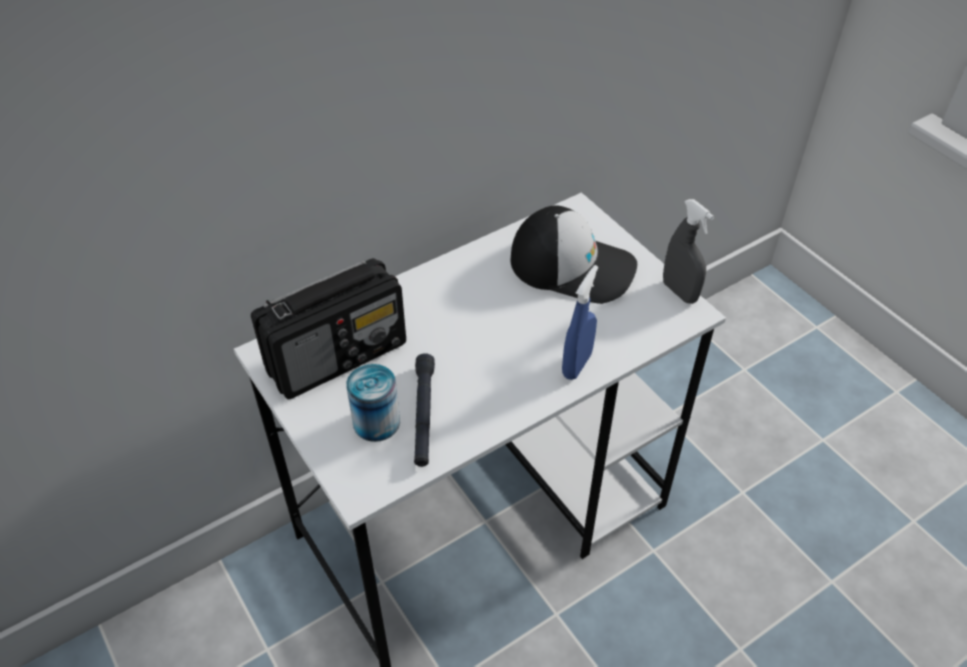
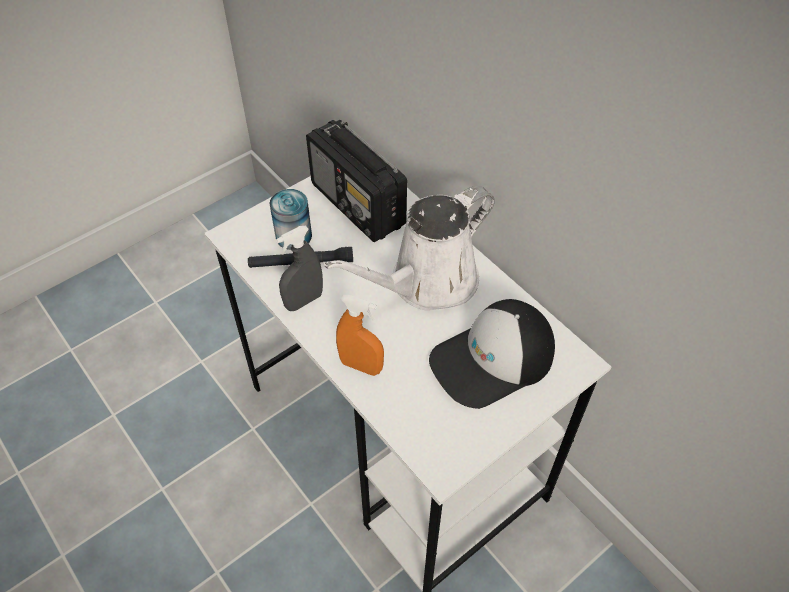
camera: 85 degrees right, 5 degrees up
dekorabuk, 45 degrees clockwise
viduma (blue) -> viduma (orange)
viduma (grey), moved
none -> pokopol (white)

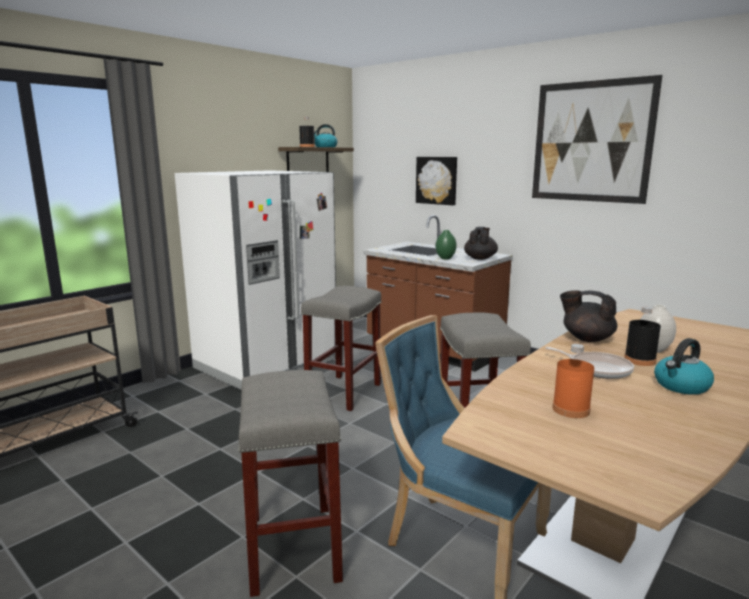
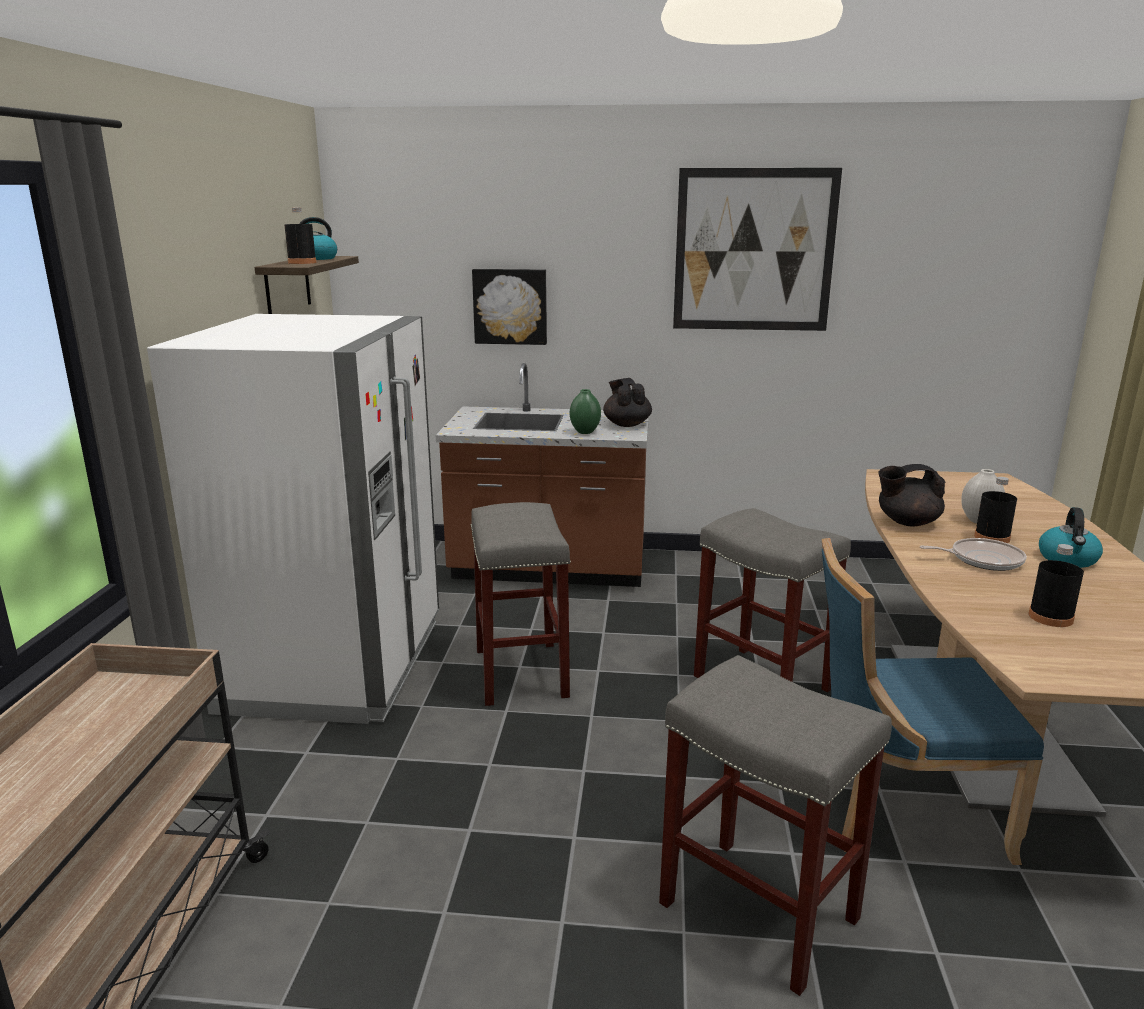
camera: 35 degrees left, 5 degrees up
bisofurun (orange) -> bisofurun (black) (3rd from left)

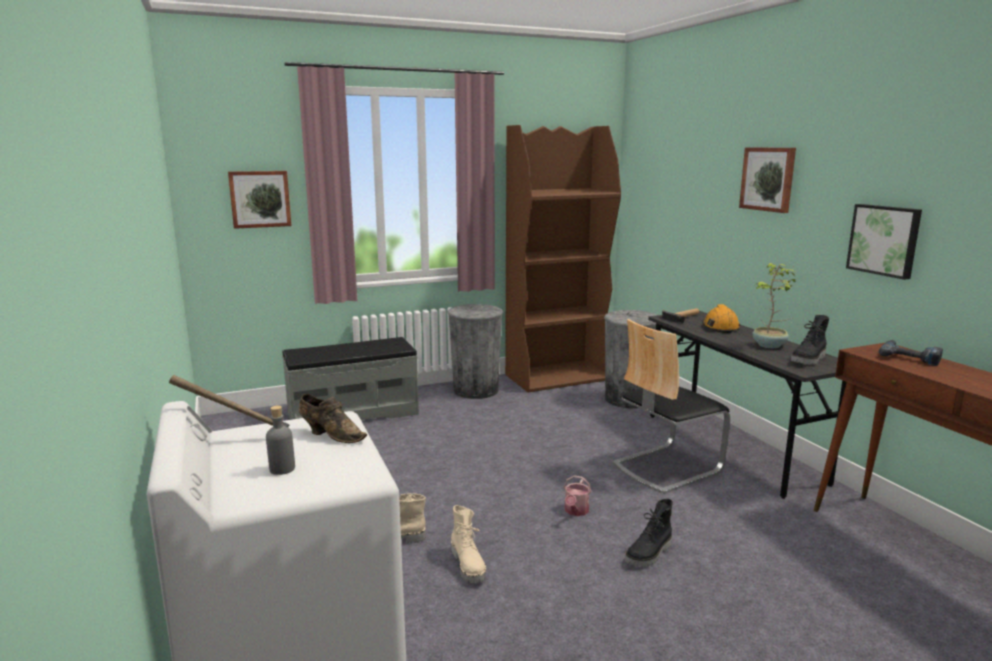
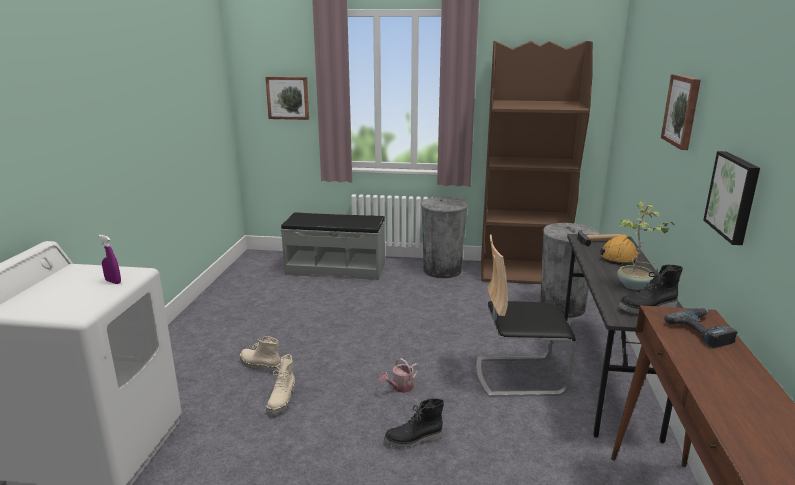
camera: 30 degrees right, 5 degrees up
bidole (1st from left) -> none
bisofurun (grey) -> none
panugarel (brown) -> viduma (purple)

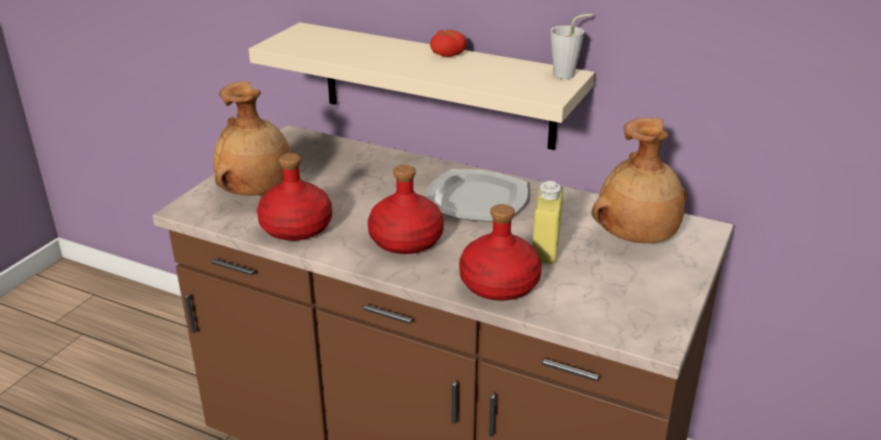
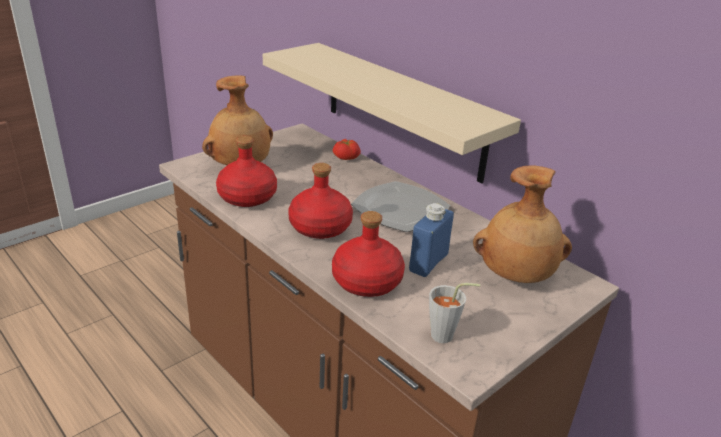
camera: 20 degrees right, 0 degrees up
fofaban, moved
bisofurun (yellow) -> bisofurun (blue)
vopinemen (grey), moved

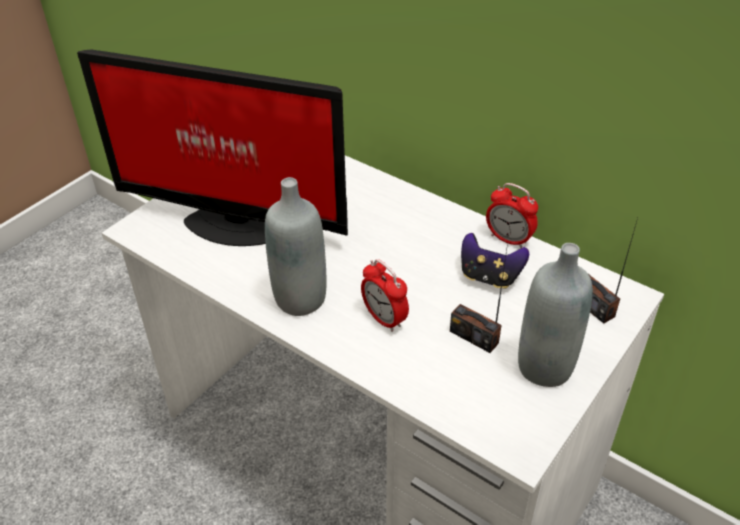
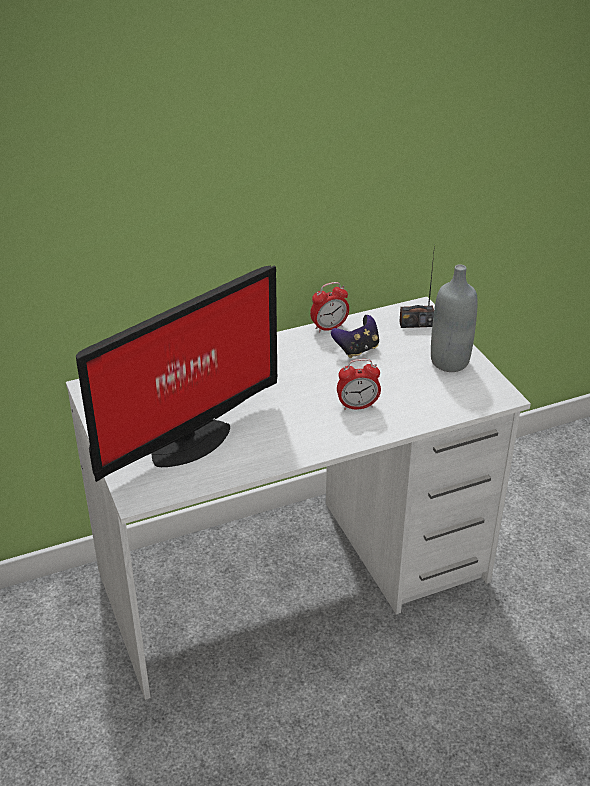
camera: 60 degrees left, 5 degrees down
bisofurun (grey) (1st from left) -> none
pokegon (1st from left) -> none

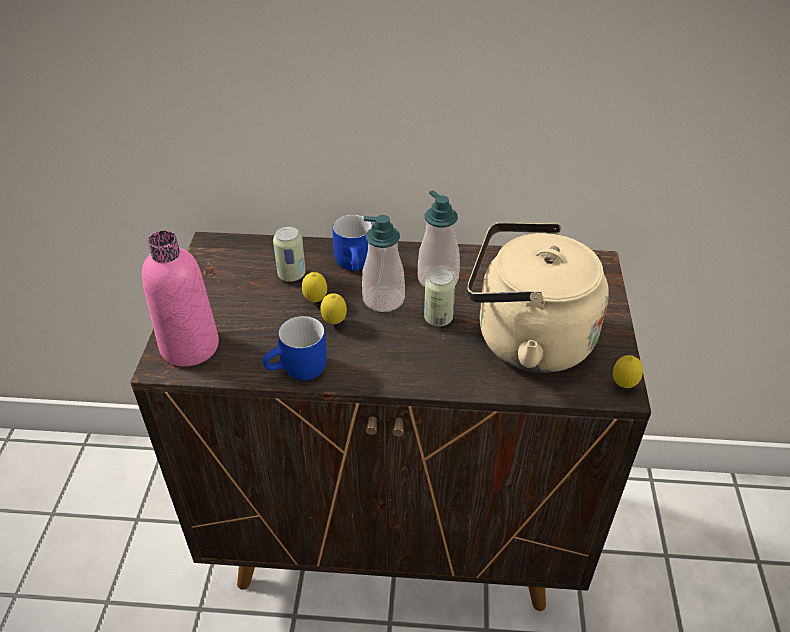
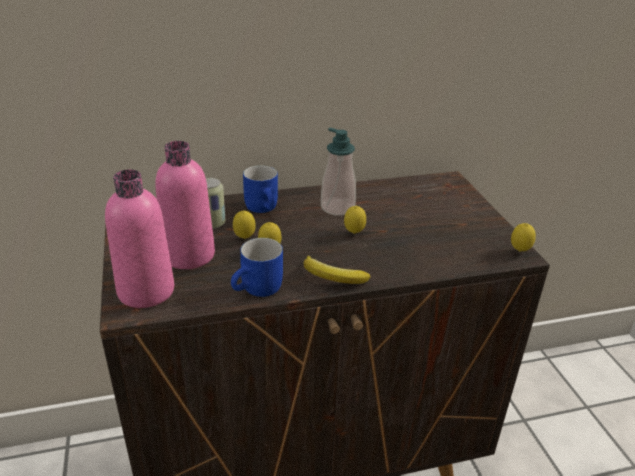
camera: 20 degrees left, 10 degrees down
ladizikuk (1st from left) -> none
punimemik (2nd from left) -> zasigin (3rd from left)
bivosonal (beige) -> none
none -> bisofurun (pink) (2nd from left)
none -> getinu

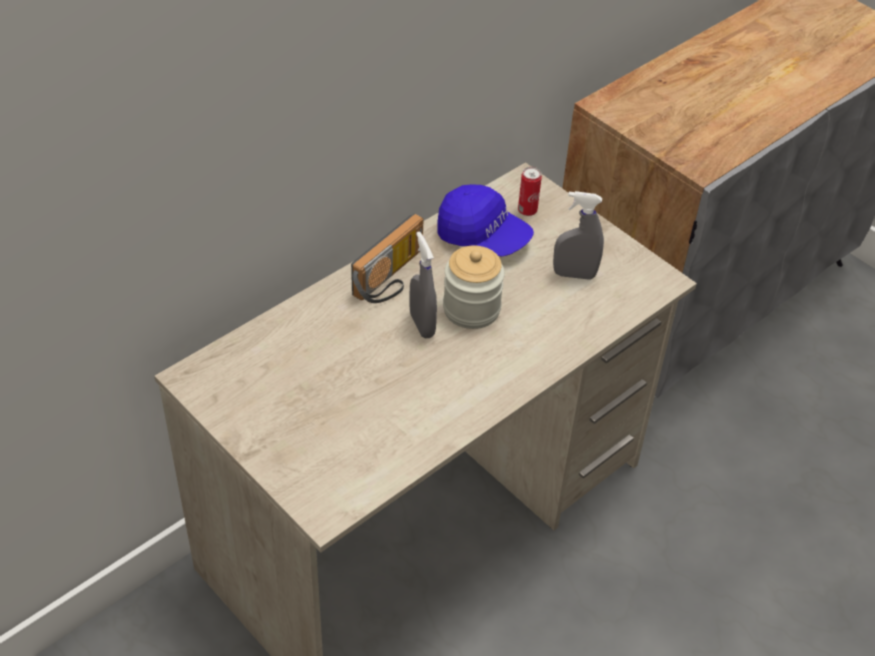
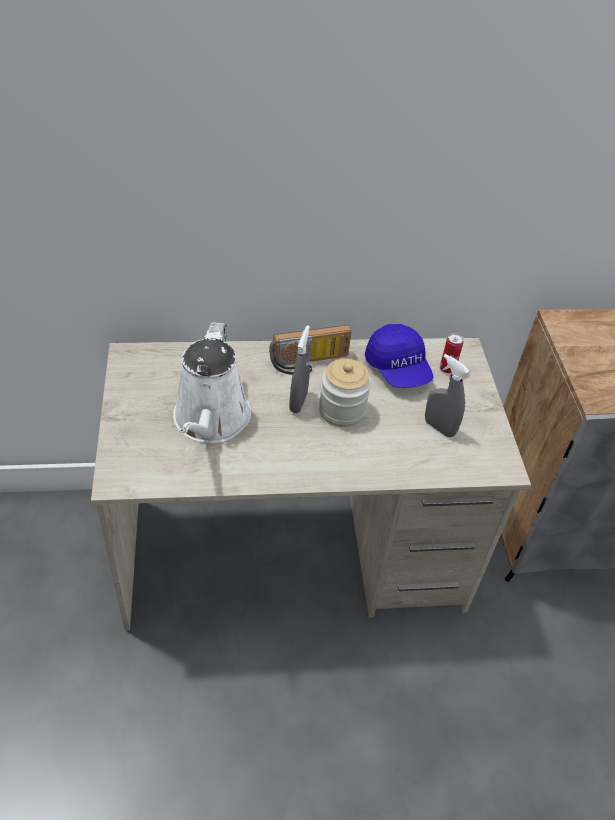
camera: 35 degrees right, 0 degrees up
none -> pokopol (white)

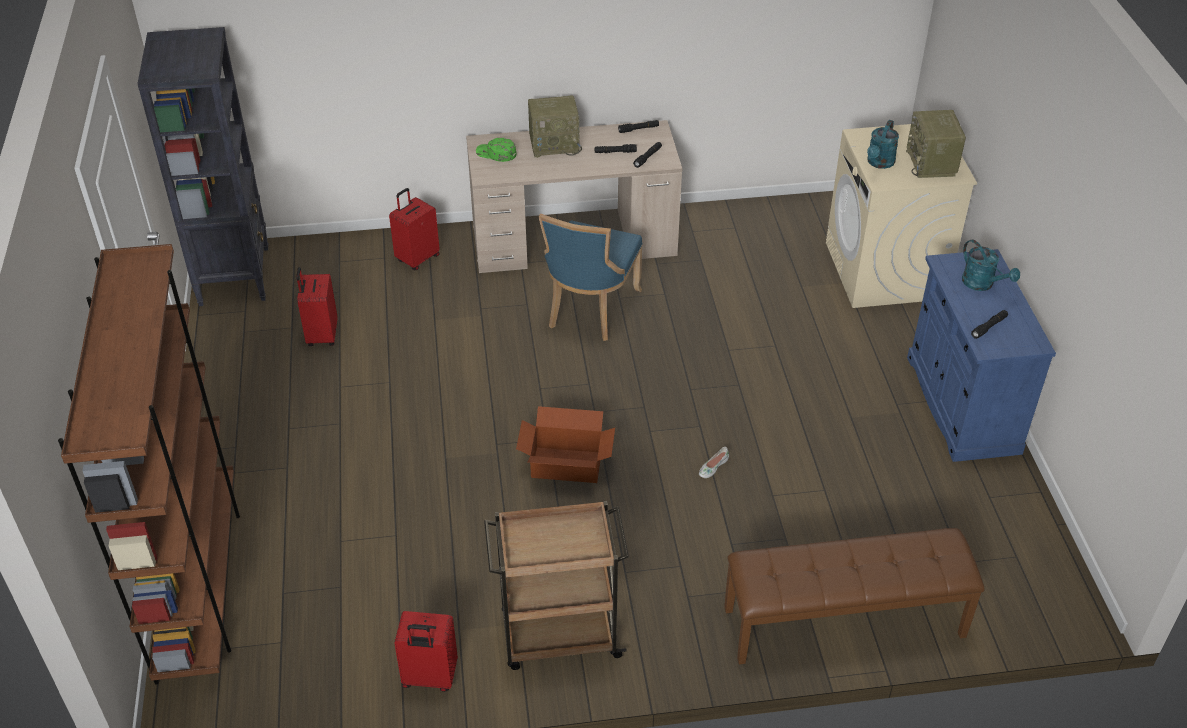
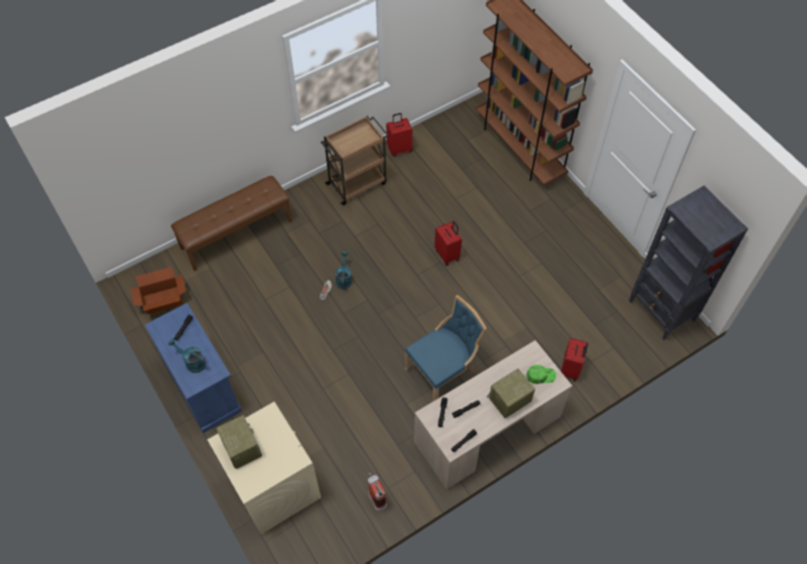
camera: 155 degrees right, 15 degrees up
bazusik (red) (1st from left in the first image) -> bazusik (red) (2nd from left), moved
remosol, moved
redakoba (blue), 60 degrees clockwise
pokopol (turquoise) (1st from left in the first image) -> pokopol (turquoise) (2nd from left), moved
none -> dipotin

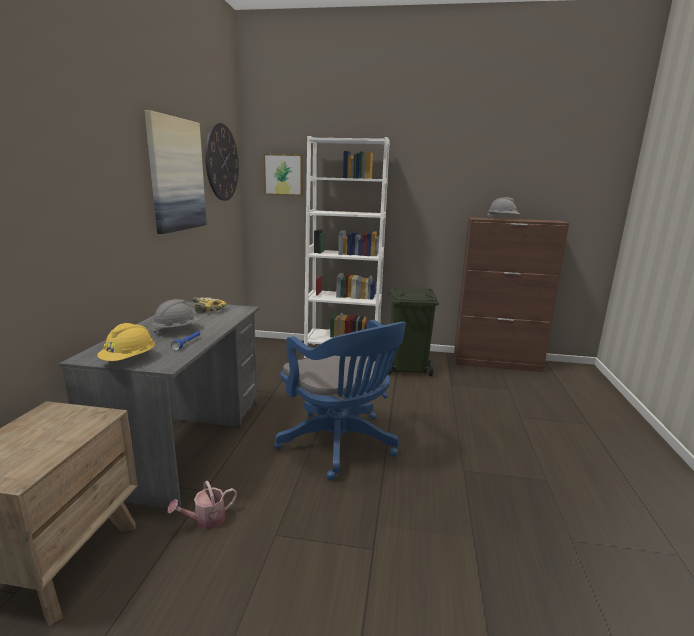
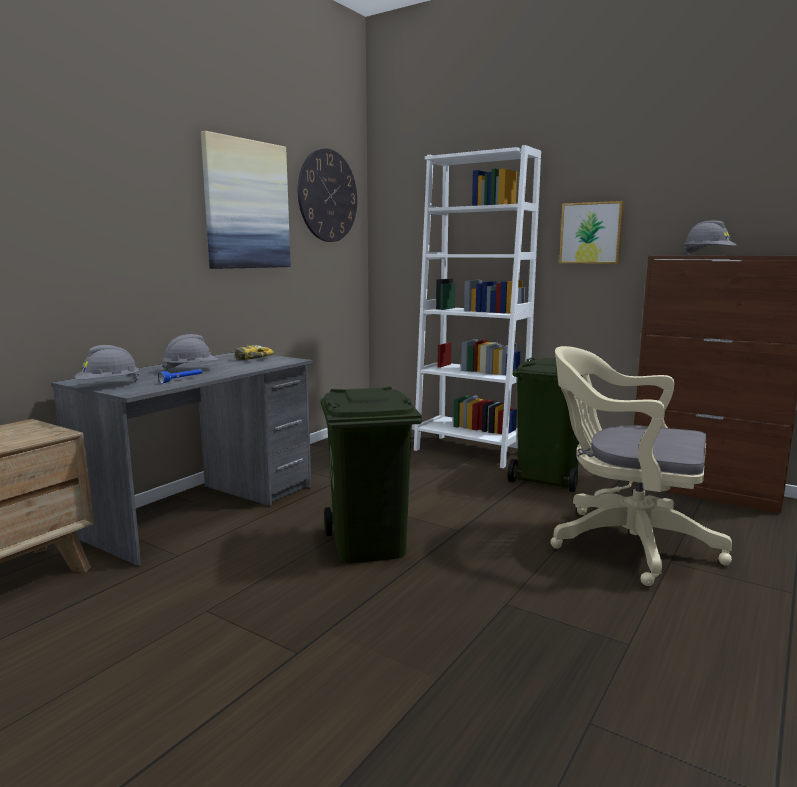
camera: 25 degrees right, 5 degrees down
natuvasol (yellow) -> natuvasol (grey) (1st from left)
pokopol -> none
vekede (2nd from left), moved
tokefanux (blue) -> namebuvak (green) (1st from left)
none -> tokefanux (beige)

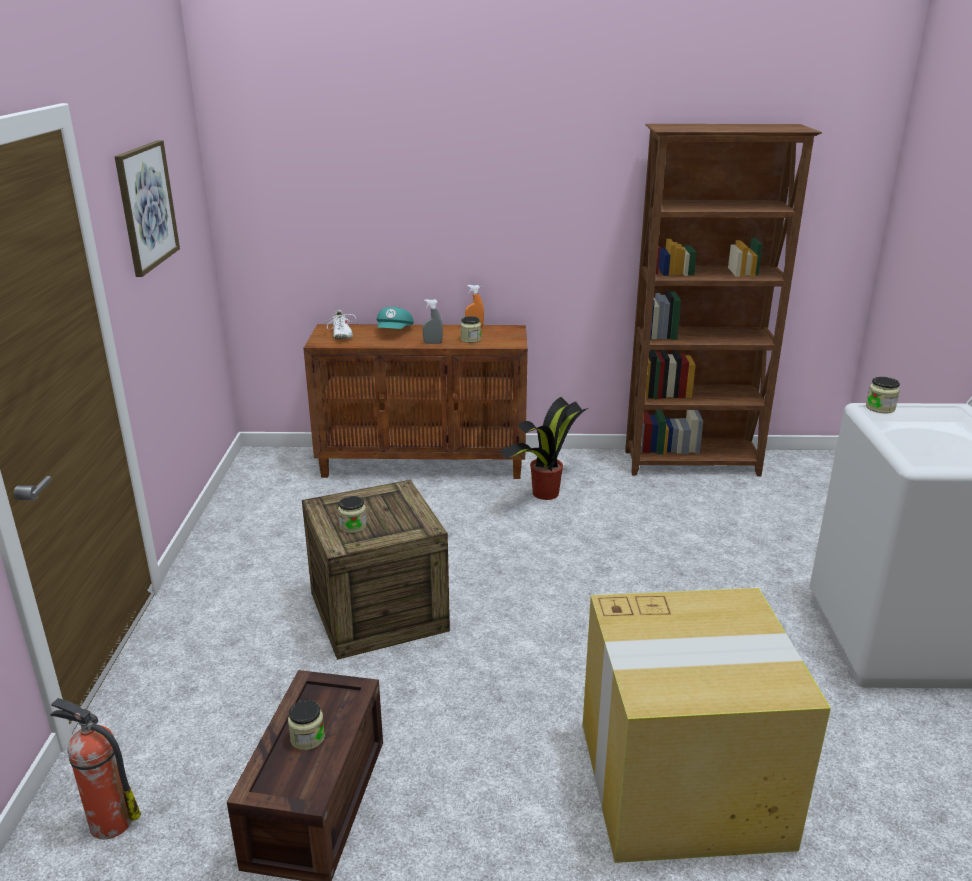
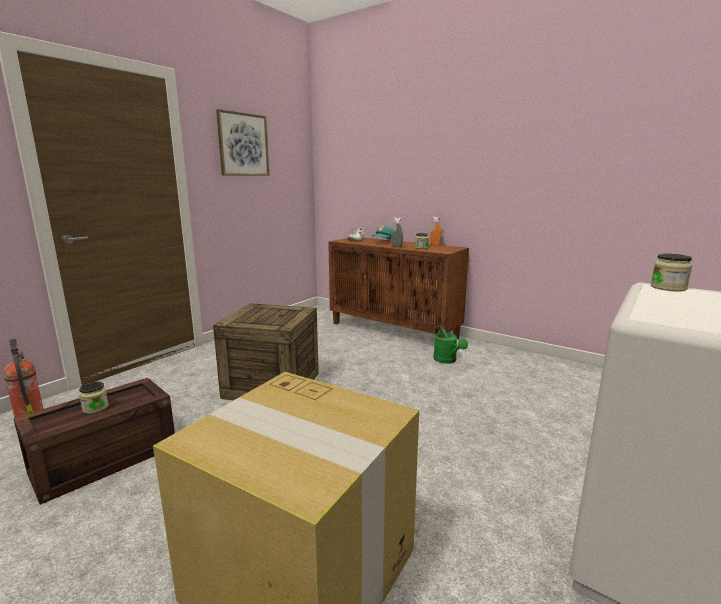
camera: 35 degrees right, 10 degrees down
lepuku (2nd from left) -> none
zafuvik -> pokopol (green)
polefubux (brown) -> none

